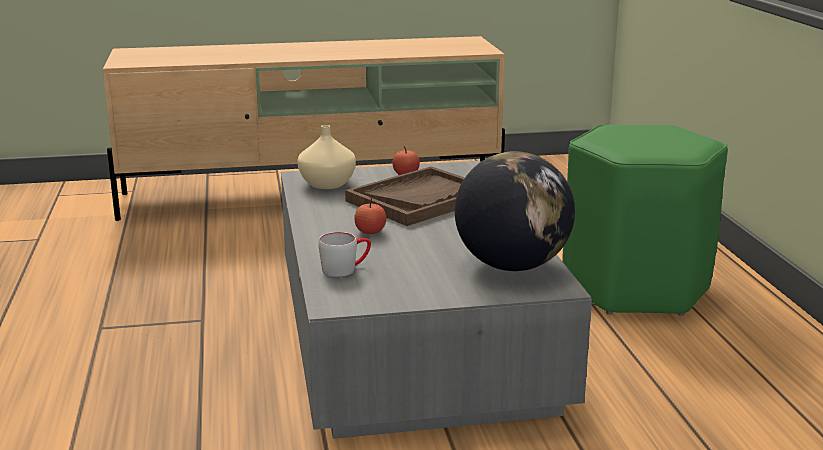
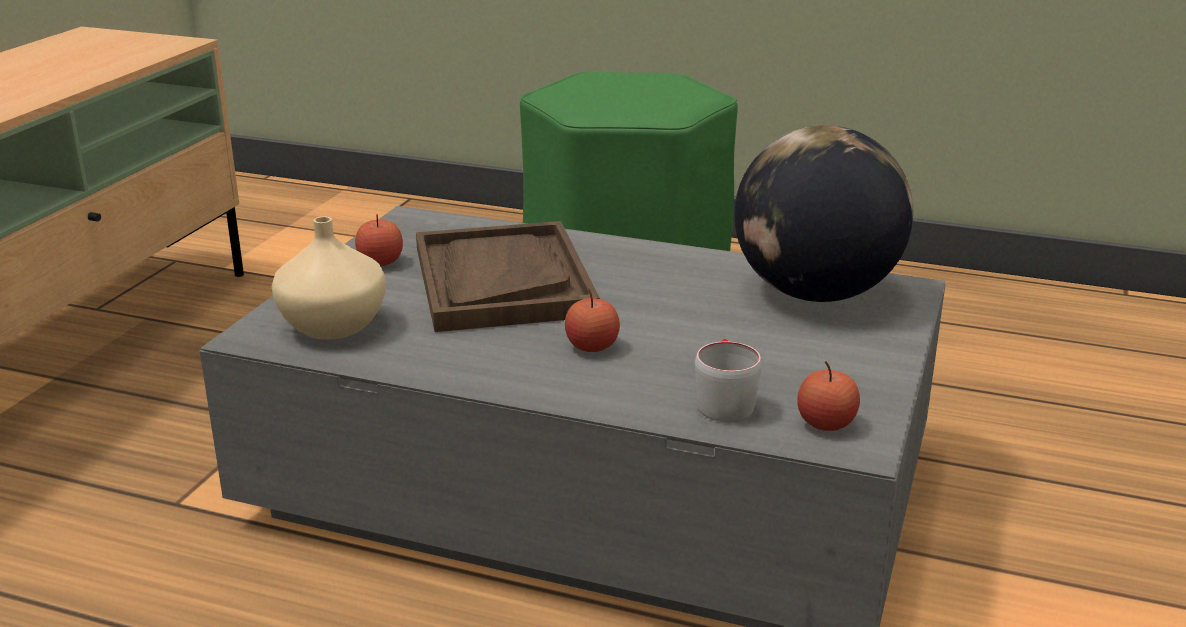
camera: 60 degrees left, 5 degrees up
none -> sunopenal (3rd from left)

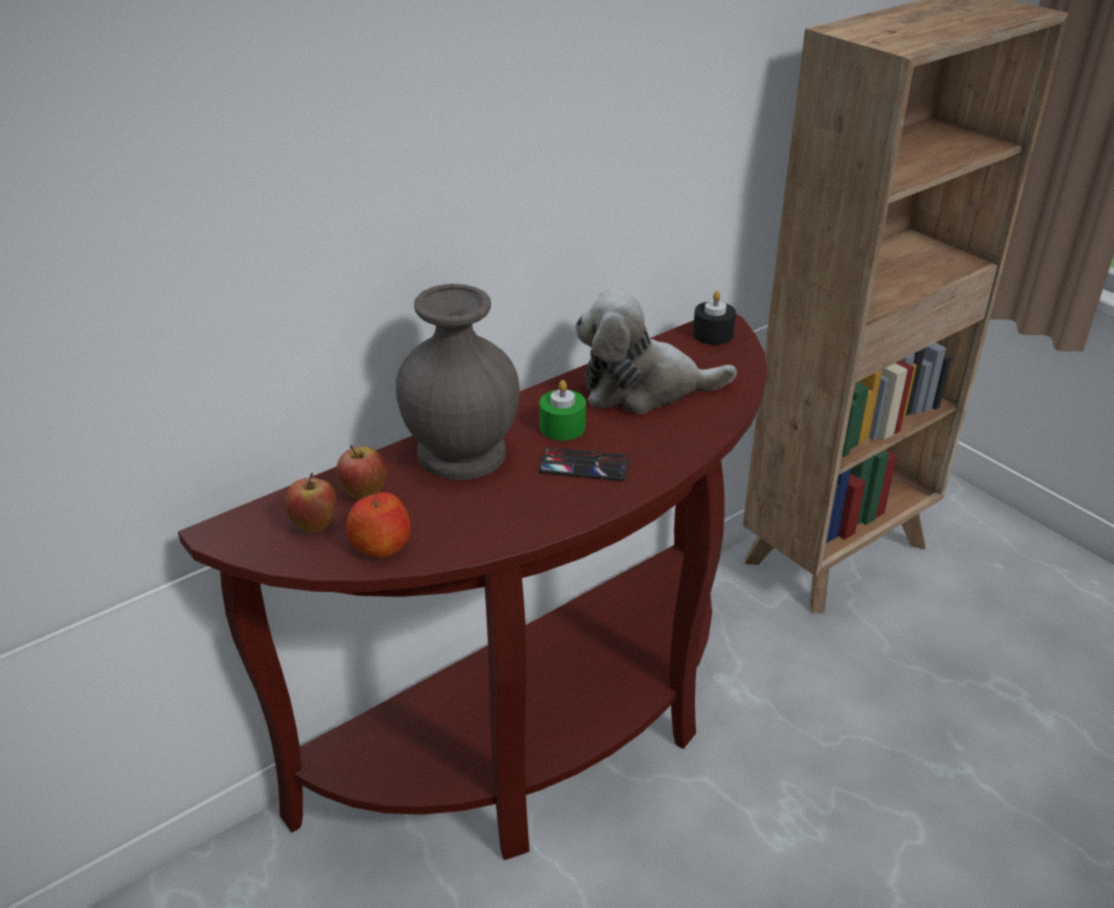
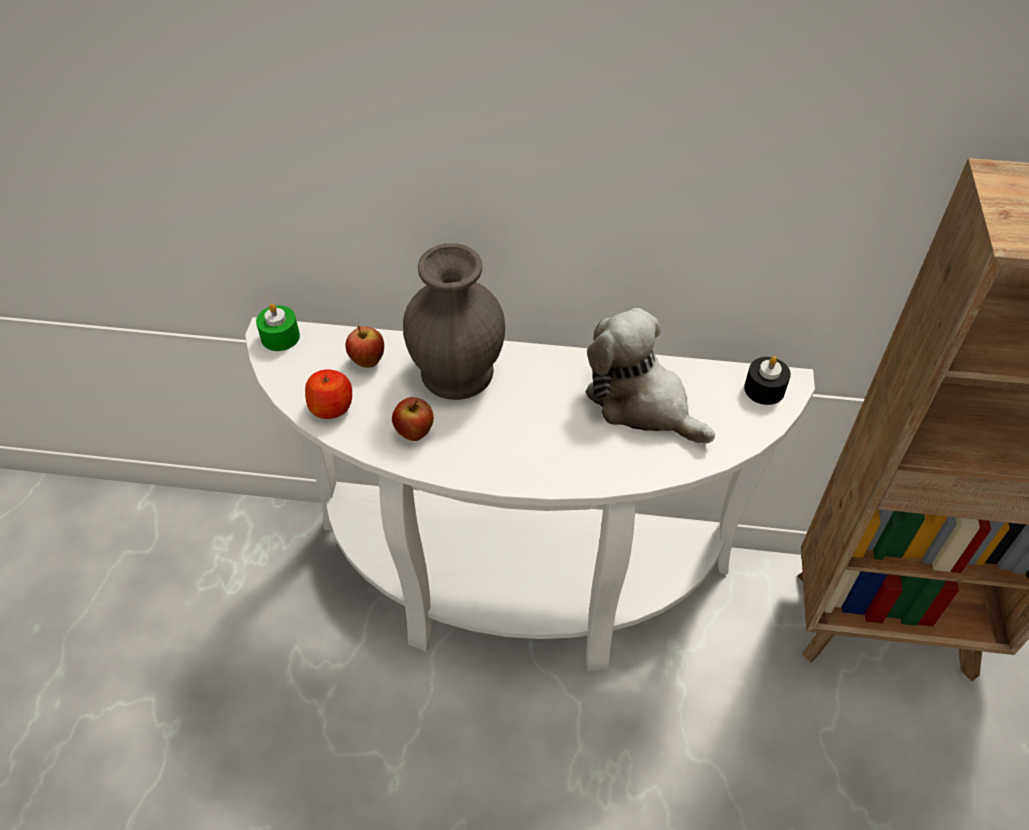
camera: 45 degrees right, 15 degrees up
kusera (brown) -> kusera (white)
sunopenal (1st from left in the first image) -> sunopenal (3rd from left), moved
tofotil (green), moved
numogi -> none

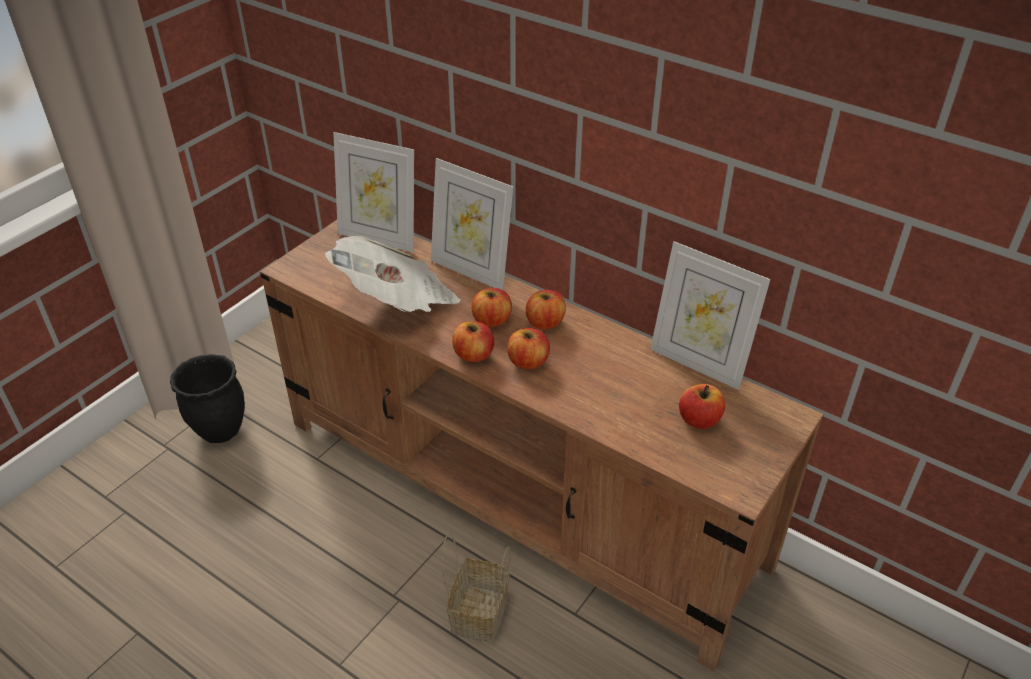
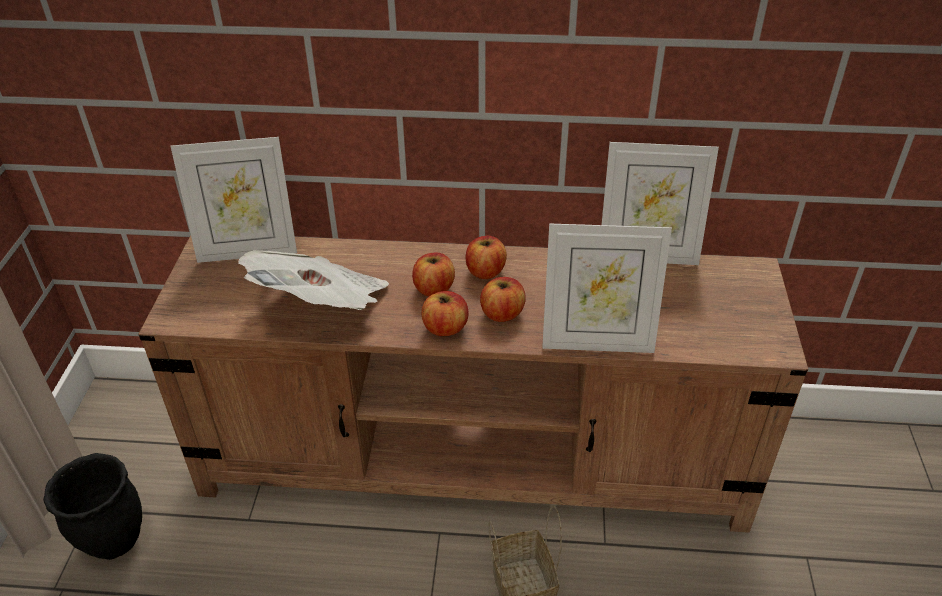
camera: 30 degrees left, 0 degrees up
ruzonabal (2nd from left), moved
sunopenal (5th from left) -> none

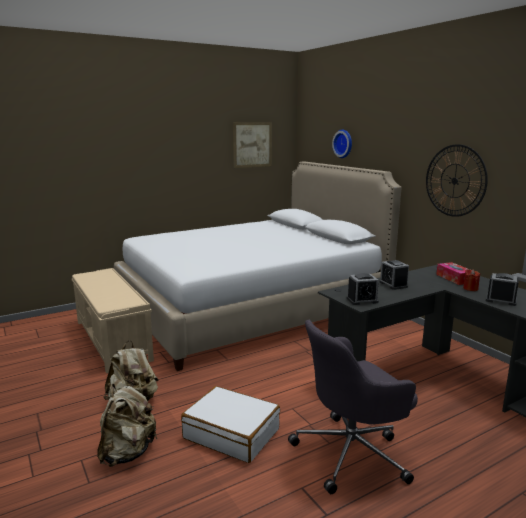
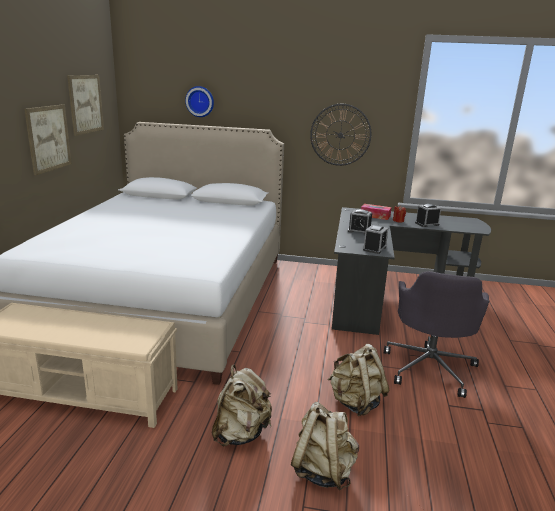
camera: 50 degrees left, 5 degrees up
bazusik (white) -> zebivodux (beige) (3rd from left)
none -> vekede (1st from left)

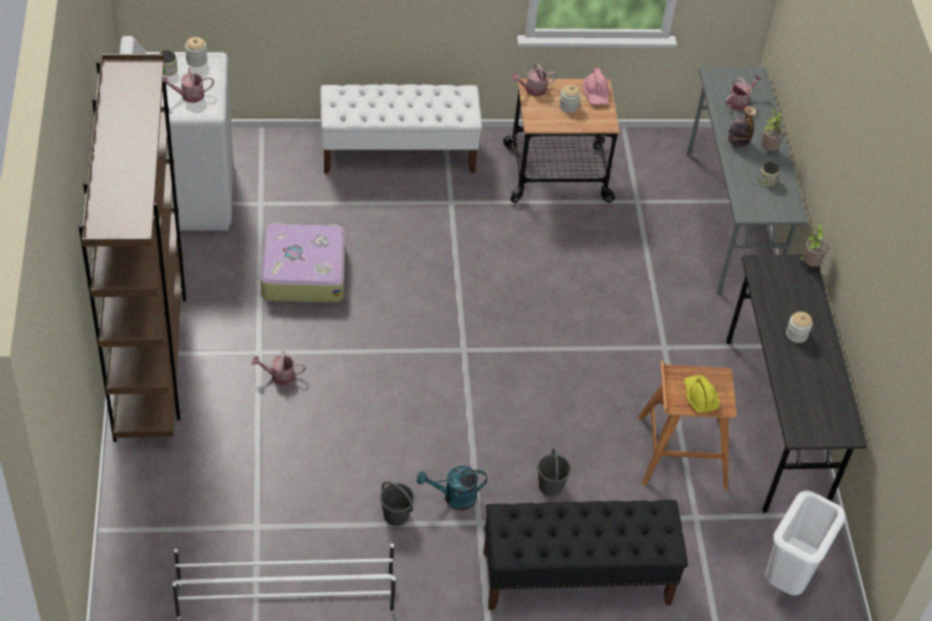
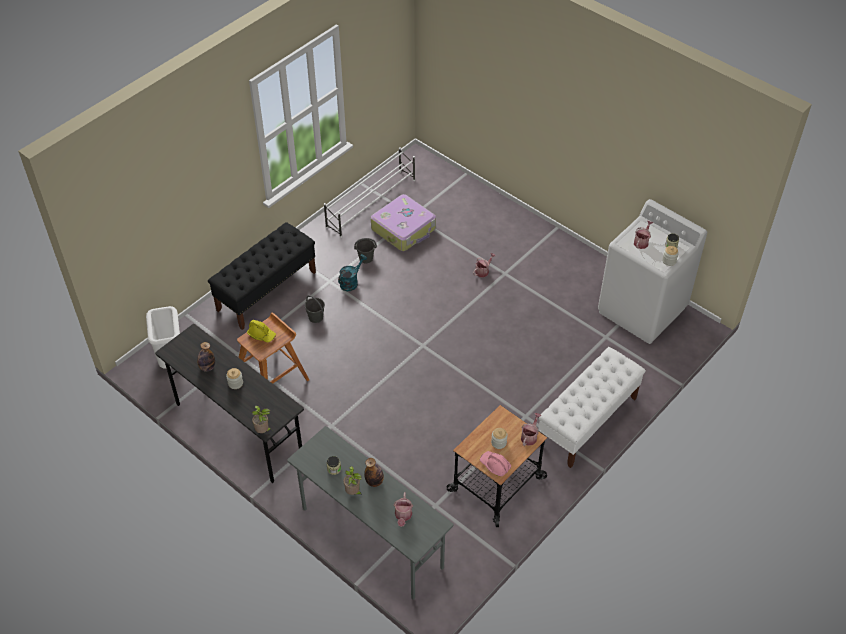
camera: 140 degrees right, 0 degrees up
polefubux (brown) -> none
bazusik, moved
none -> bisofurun (1st from left)

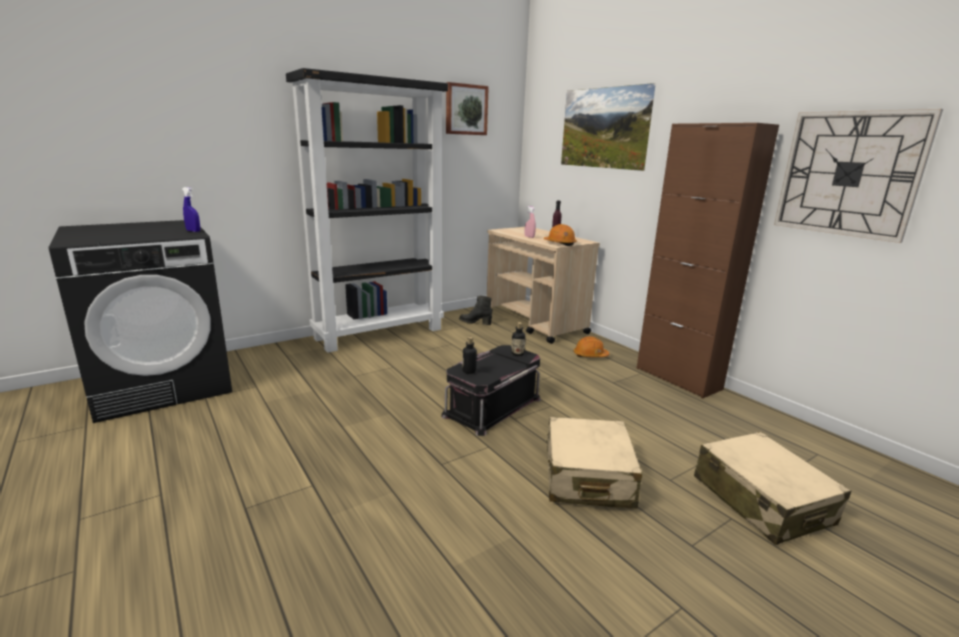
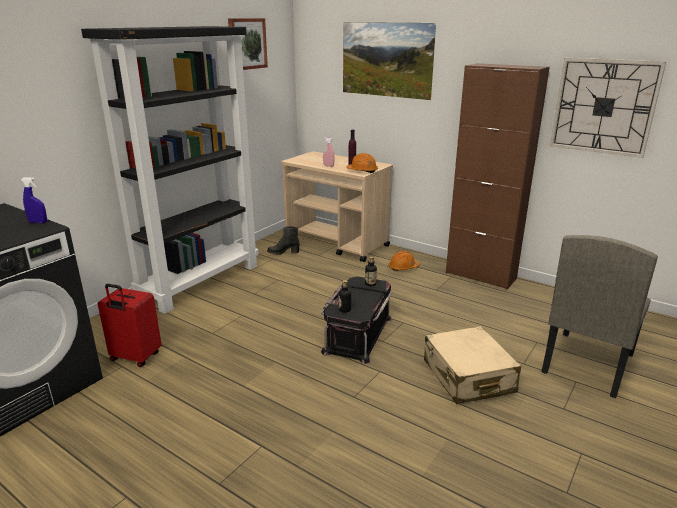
camera: 20 degrees left, 5 degrees up
bazusik (beige) (2nd from left) -> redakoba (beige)
none -> bazusik (red)

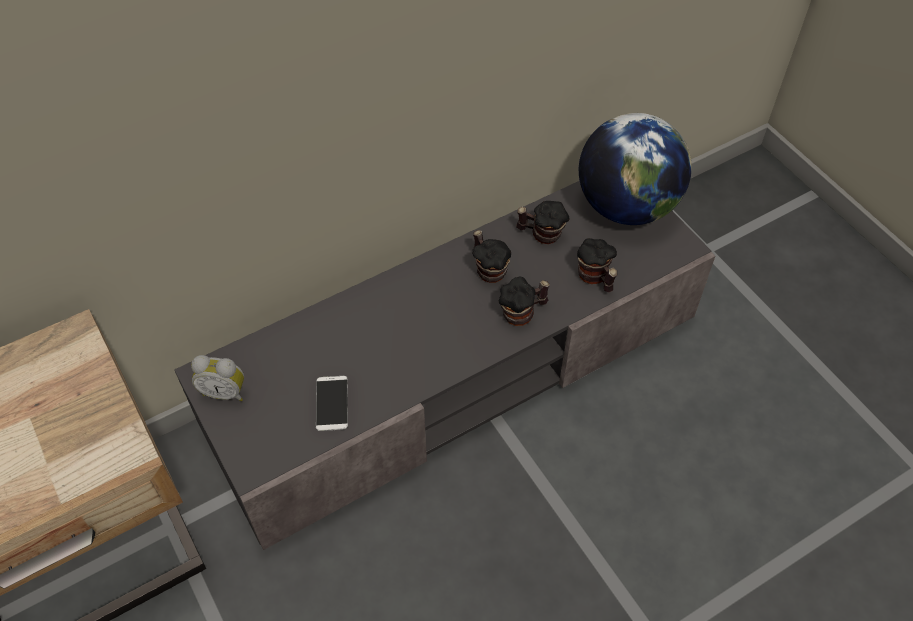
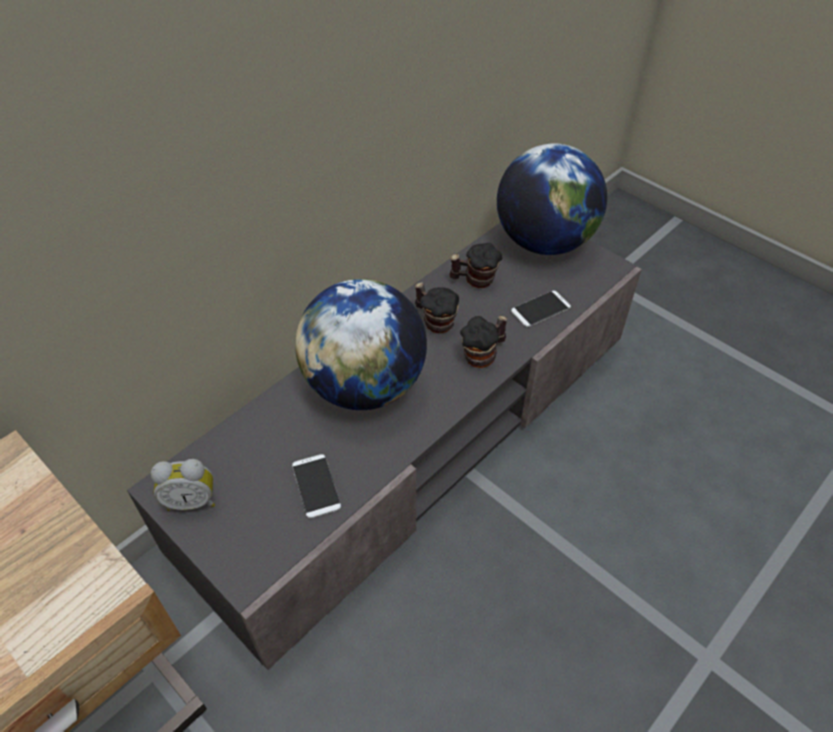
camera: 15 degrees left, 5 degrees down
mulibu (4th from left) -> numogi (2nd from left)
none -> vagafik (1st from left)

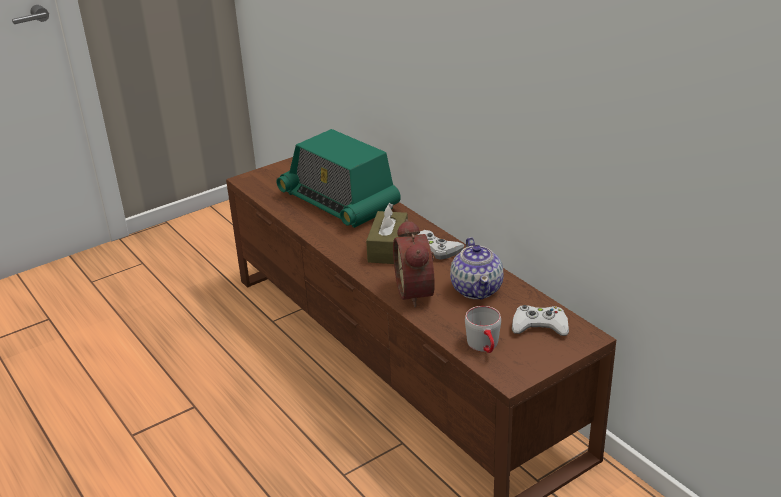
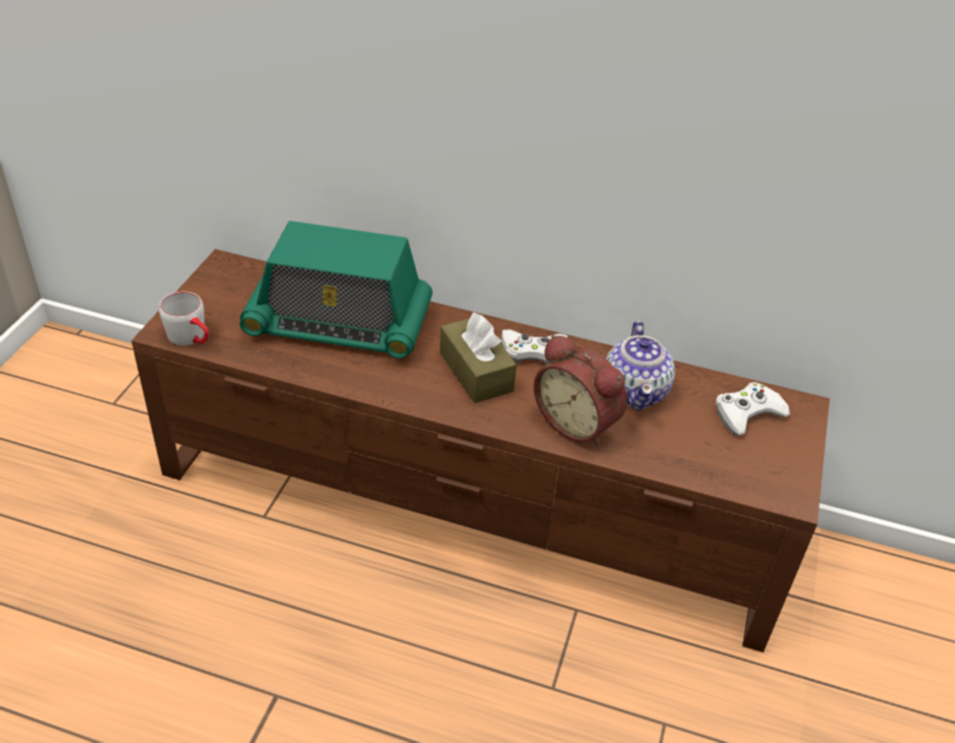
camera: 40 degrees left, 10 degrees up
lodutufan, 45 degrees clockwise
mulibu (grey), moved

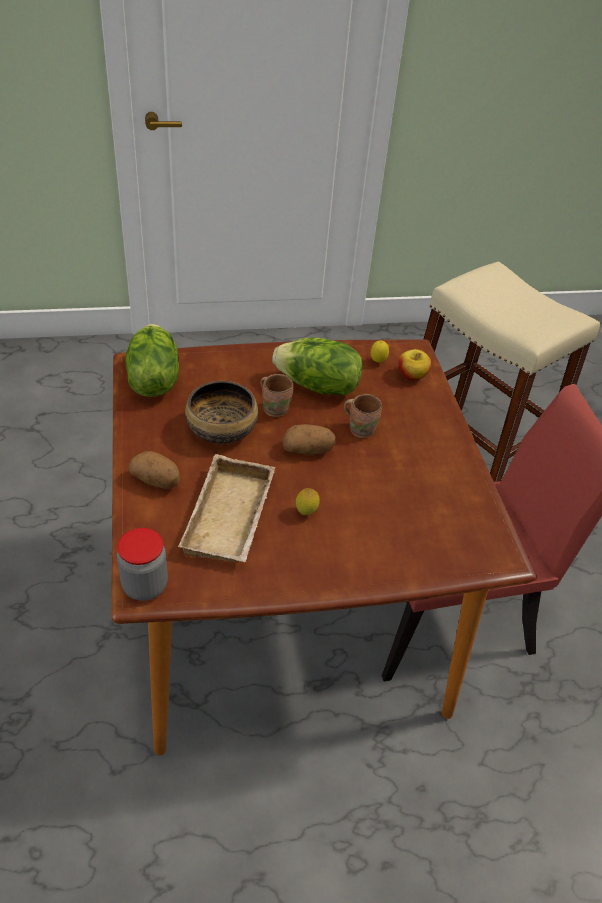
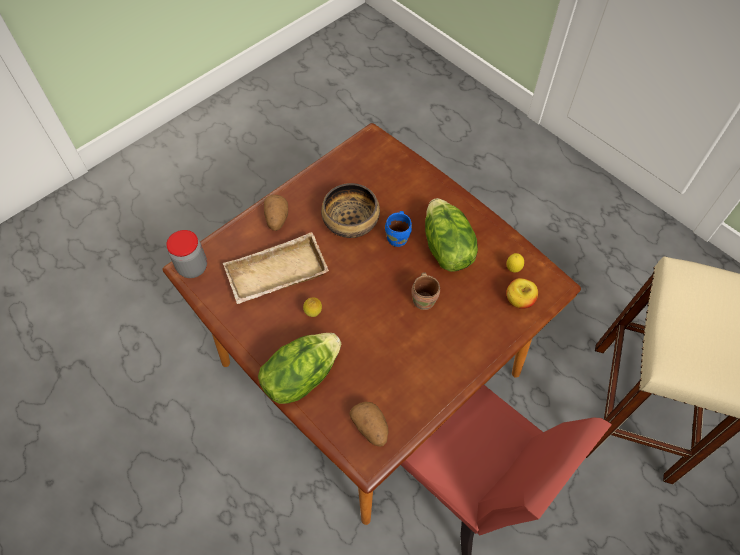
camera: 60 degrees right, 15 degrees up
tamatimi (1st from left), moved
mulibu (brown) (1st from left) -> mulibu (blue)
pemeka (2nd from left), moved

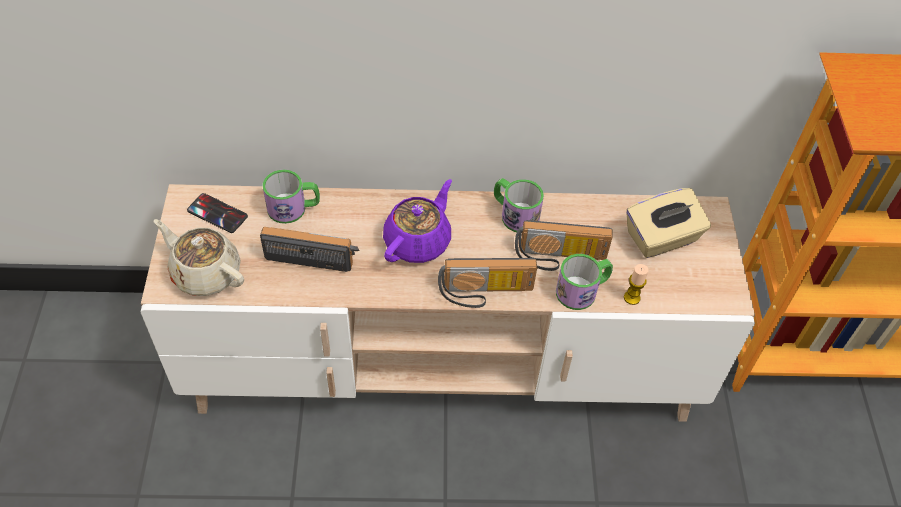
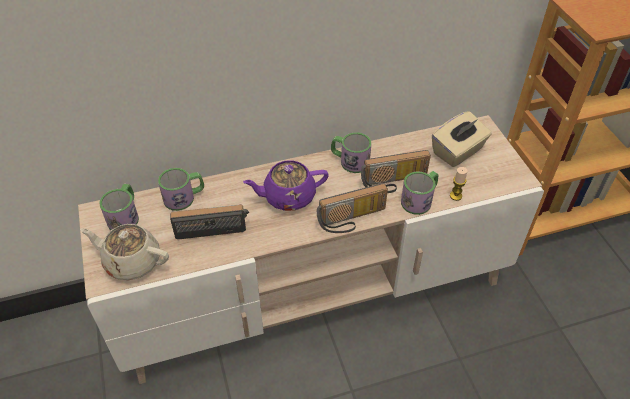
camera: 15 degrees left, 5 degrees down
numogi -> mulibu (1st from left)
lodutufan (purple), 120 degrees counterclockwise

